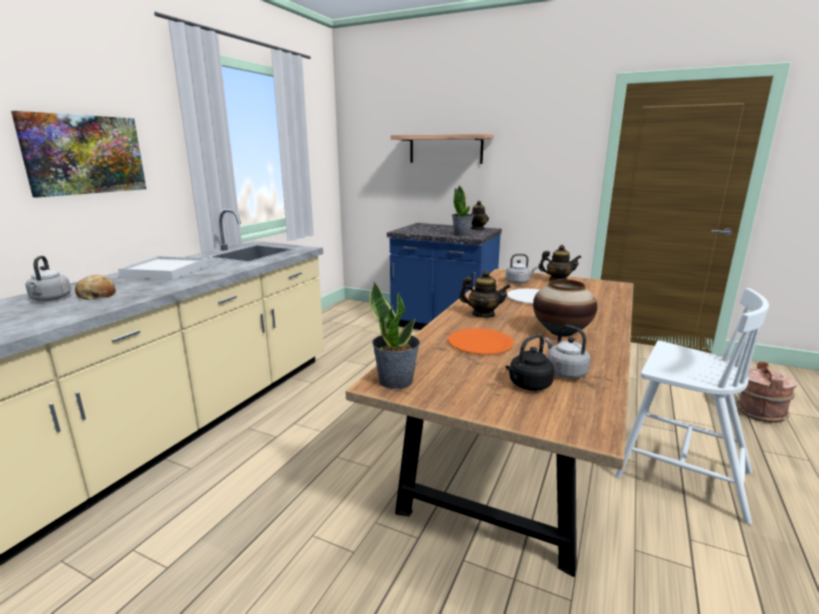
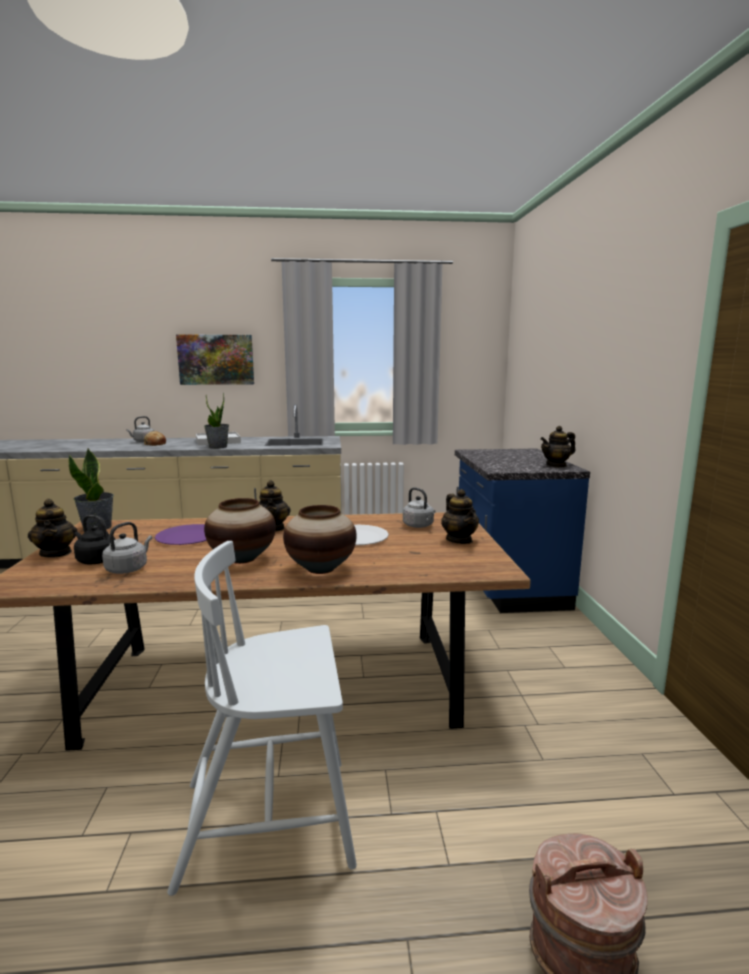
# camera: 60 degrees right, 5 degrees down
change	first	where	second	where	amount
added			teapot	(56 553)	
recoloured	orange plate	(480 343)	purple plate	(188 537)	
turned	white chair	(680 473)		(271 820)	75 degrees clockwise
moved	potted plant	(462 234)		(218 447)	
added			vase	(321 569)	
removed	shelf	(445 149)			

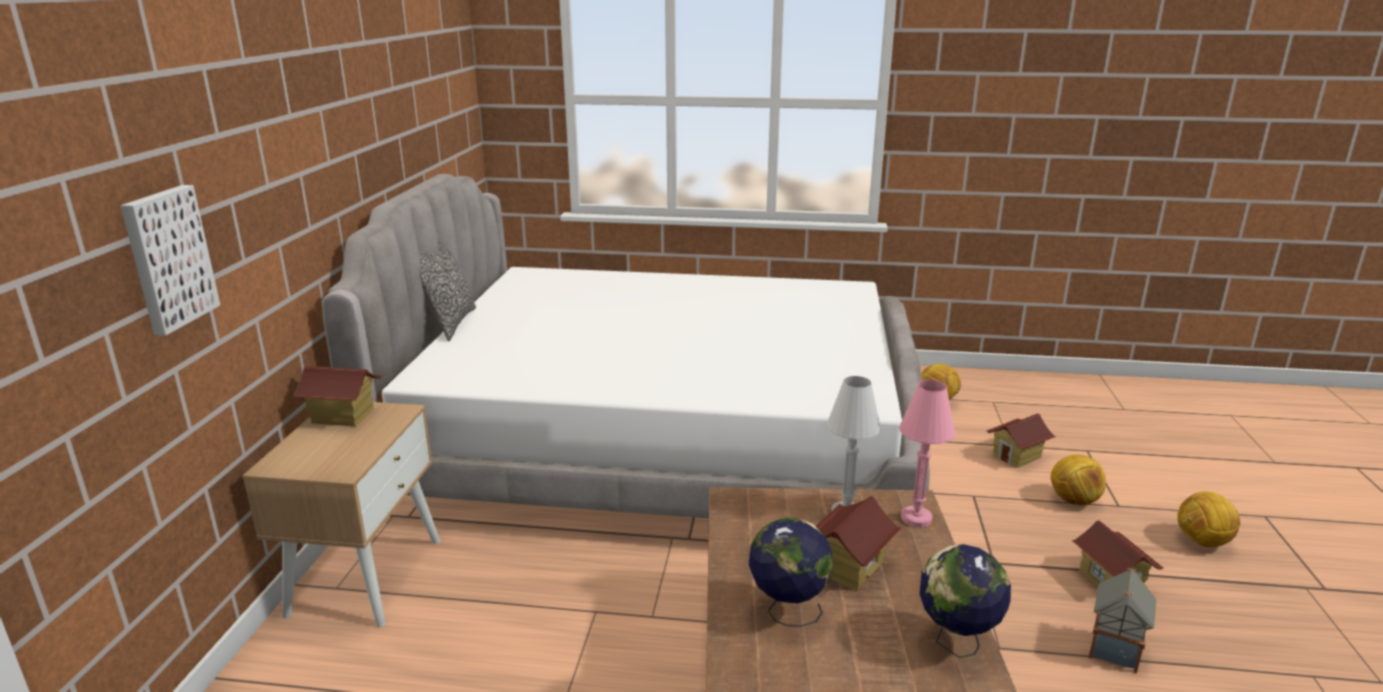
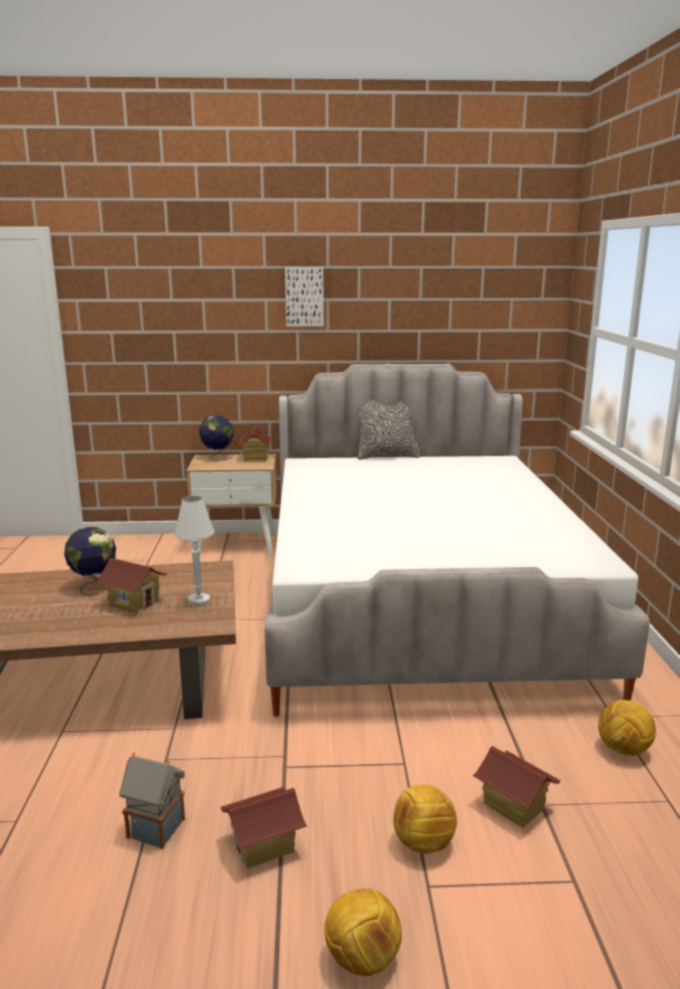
# camera: 80 degrees right, 5 degrees down
change	first	where	second	where	amount
moved	globe	(956 643)		(217 458)	
moved	picture	(167 258)		(304 296)	
removed	pink table lamp	(916 518)			

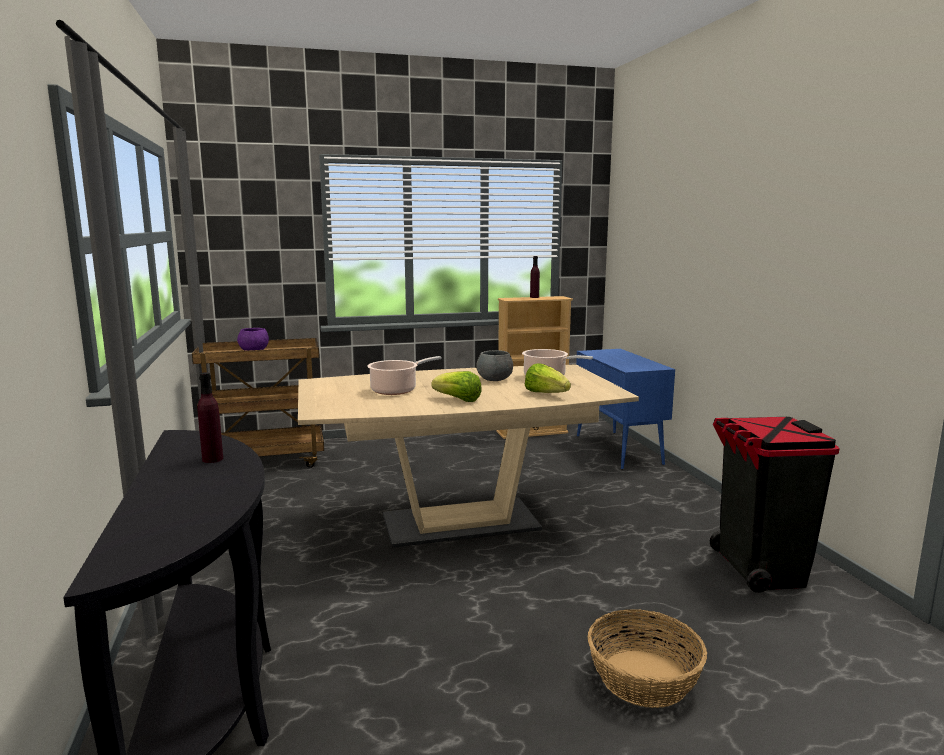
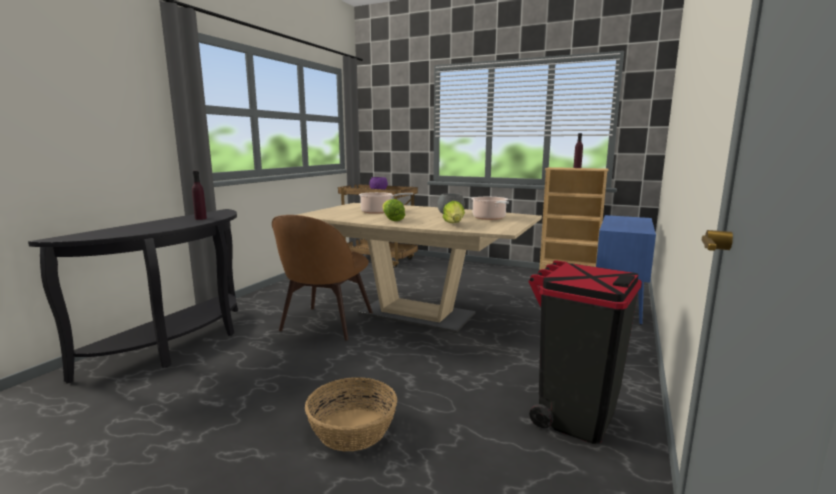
# camera: 40 degrees right, 0 degrees up
change	first	where	second	where	amount
added			brown chair	(325 324)	

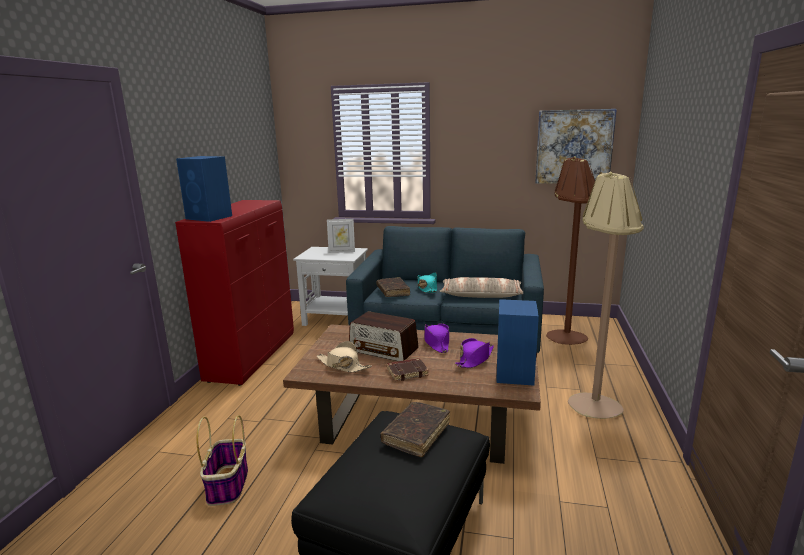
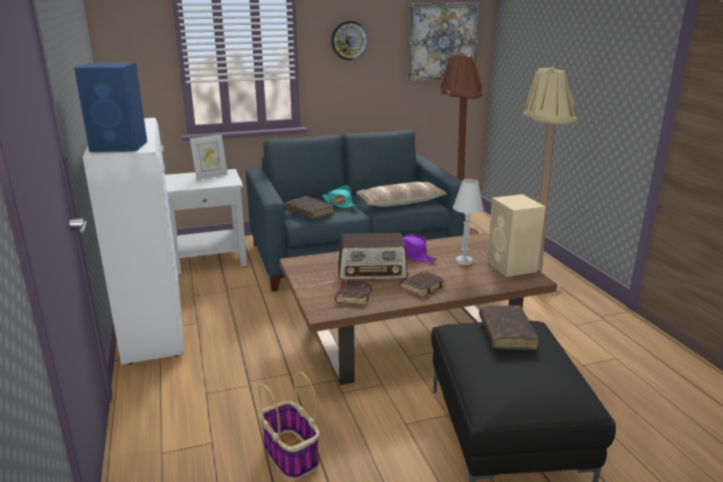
# camera: 30 degrees left, 5 degrees up
change	first	where	second	where	amount
recoloured	red cabinet	(252 357)	white cabinet	(153 322)	
added			wall clock	(349 40)	
replaced	beige hat	(343 365)	brown book	(353 295)	
replaced	purple hat	(475 359)	white table lamp	(464 261)	
recoloured	blue speaker	(514 374)	beige speaker	(511 267)	

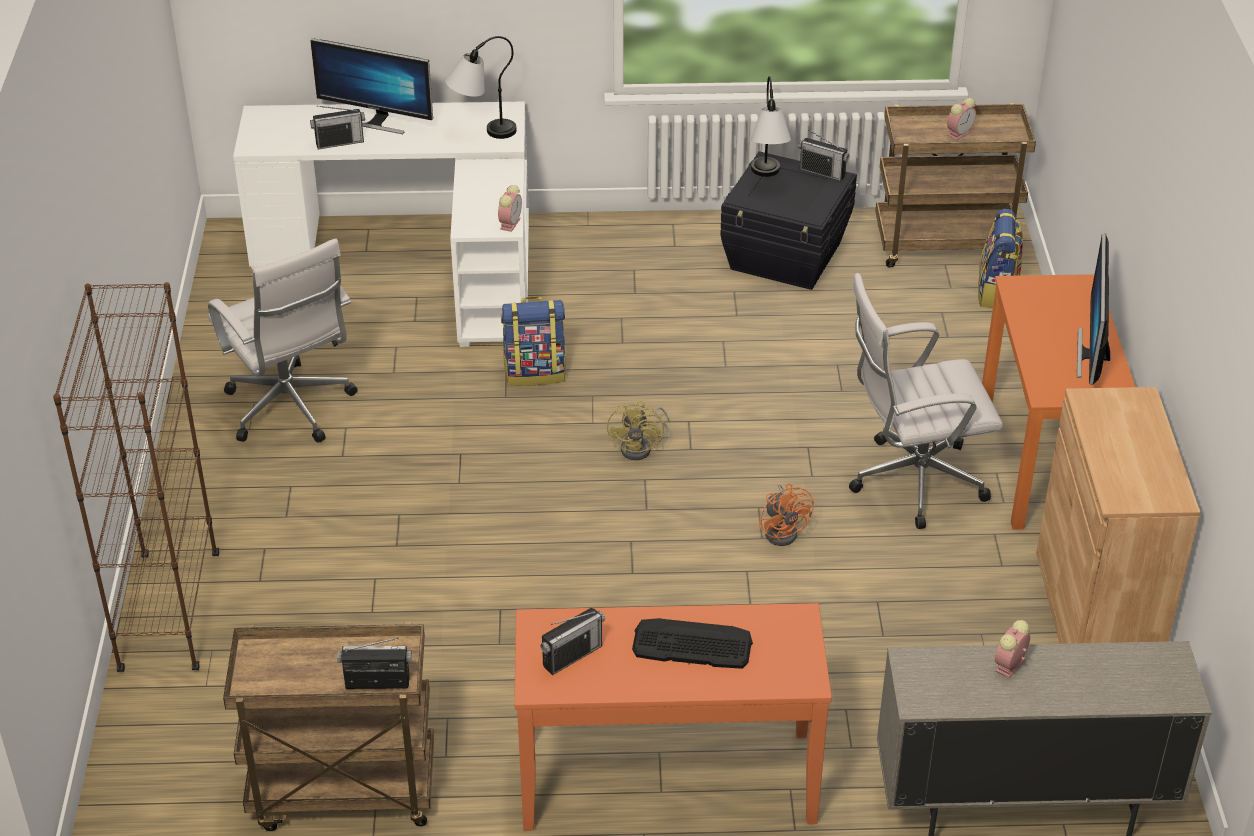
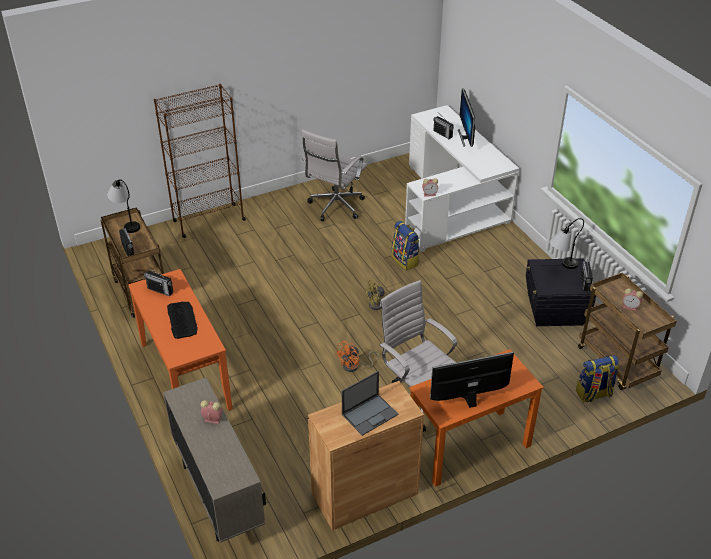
# camera: 65 degrees right, 0 degrees up
change	first	where	second	where	amount
moved	table lamp	(481 133)		(127 222)	
added			laptop	(370 414)	

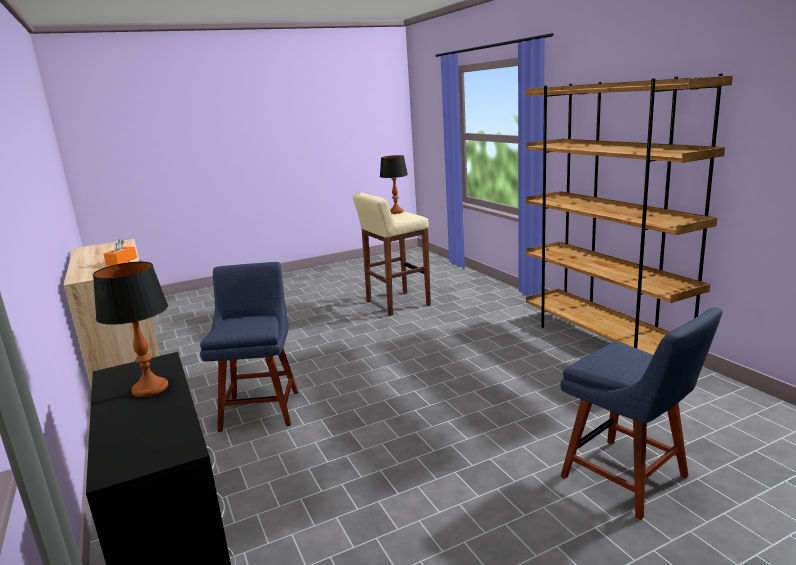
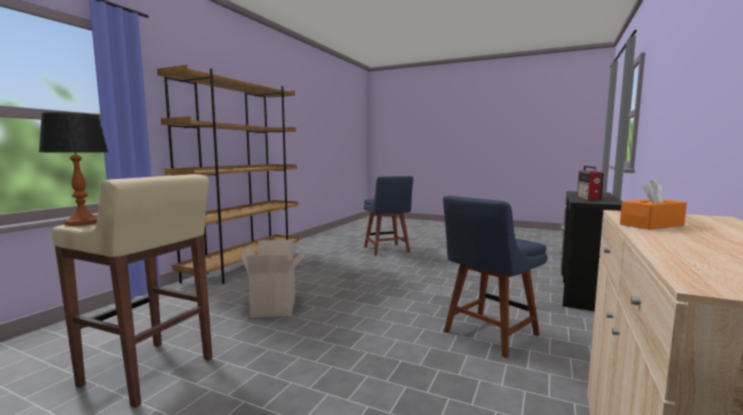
# camera: 130 degrees left, 10 degrees down
change	first	where	second	where	amount
added			cardboard box	(275 307)	
turned	blue chair	(629 479)		(387 250)	150 degrees clockwise
replaced	table lamp	(149 388)	radio	(588 198)	

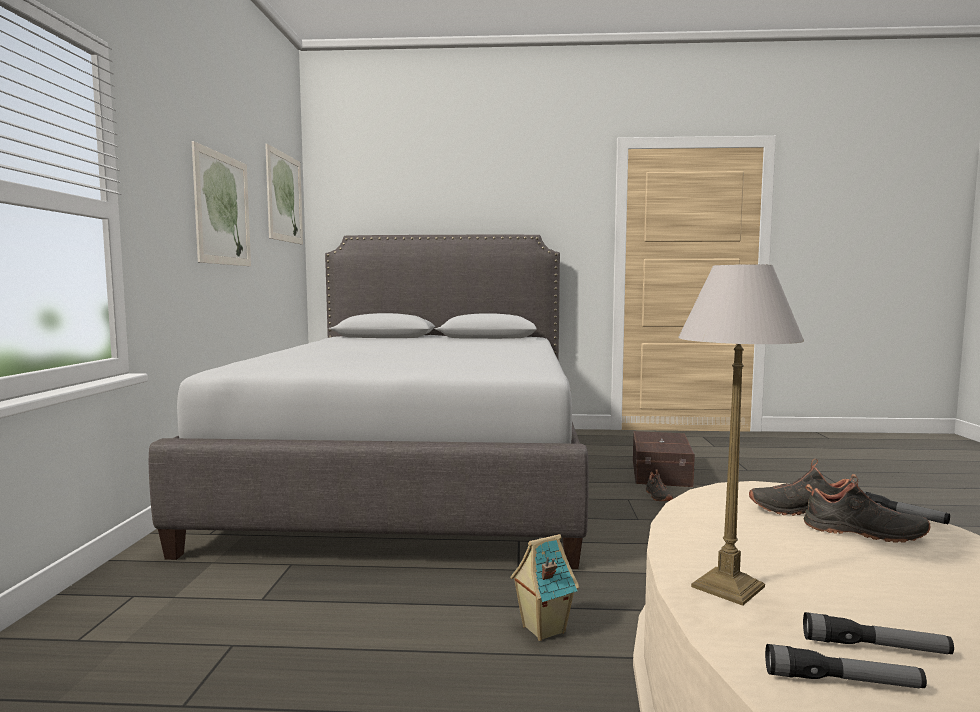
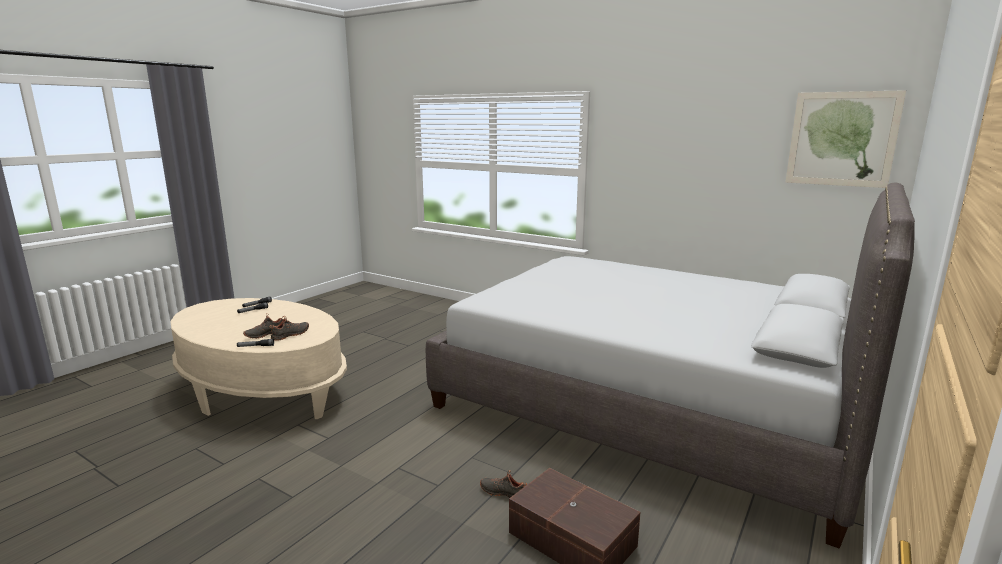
# camera: 120 degrees right, 10 degrees up
change	first	where	second	where	amount
removed	picture	(222 209)			
removed	toy house	(542 629)			
removed	table lamp	(727 586)			

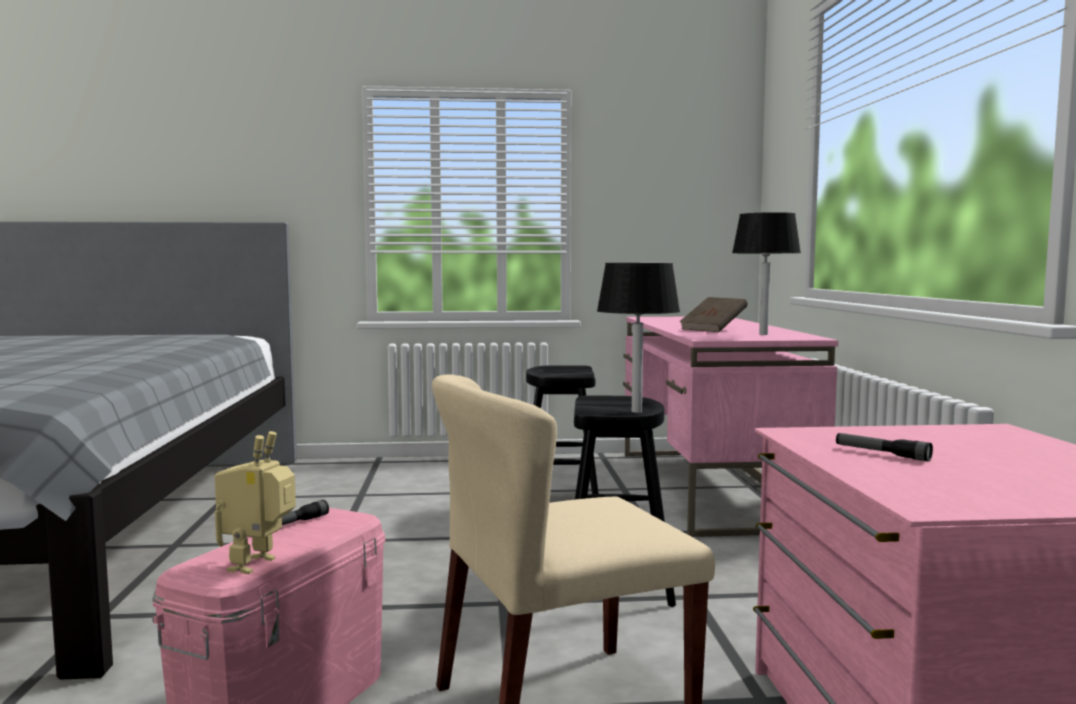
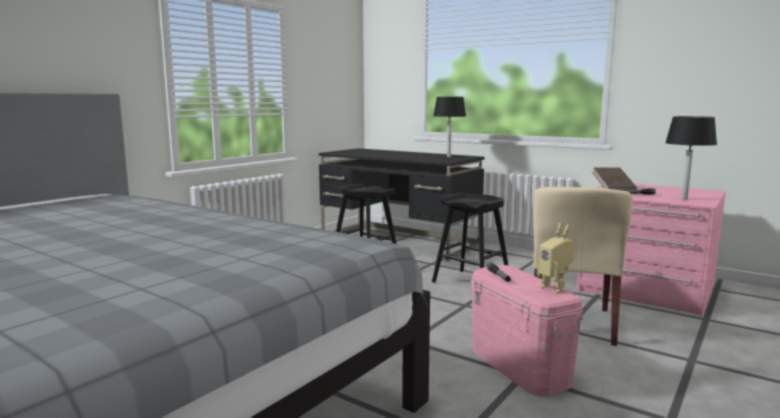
# camera: 50 degrees left, 5 degrees up
change	first	where	second	where	amount
recoloured	pink desk	(709 488)	black desk	(399 241)	
moved	brown book	(713 329)		(613 189)	
moved	black table lamp	(636 411)		(684 199)	

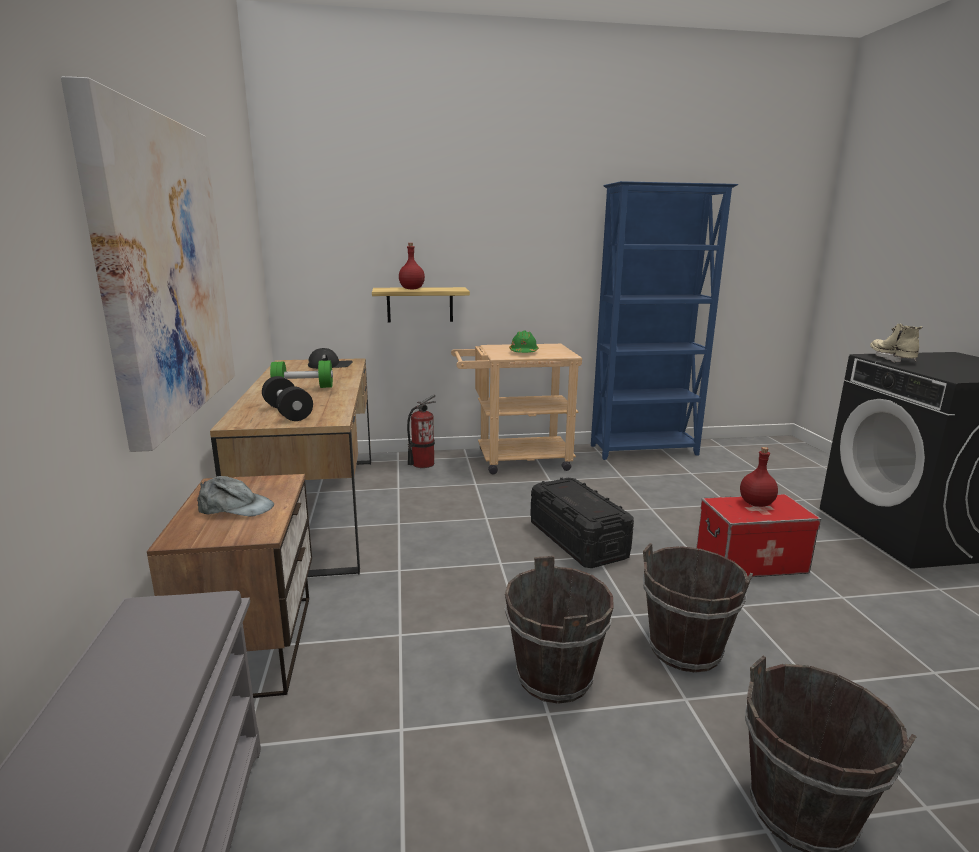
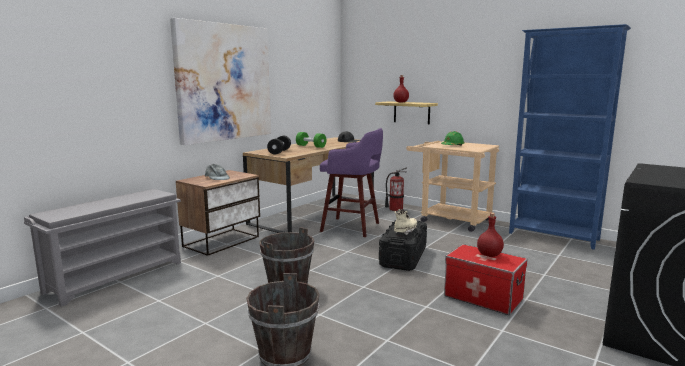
# camera: 45 degrees right, 5 degrees down
change	first	where	second	where	amount
added			purple stool	(352 227)	
moved	beige boot	(891 359)		(405 231)	
removed	brown bucket	(685 649)			

